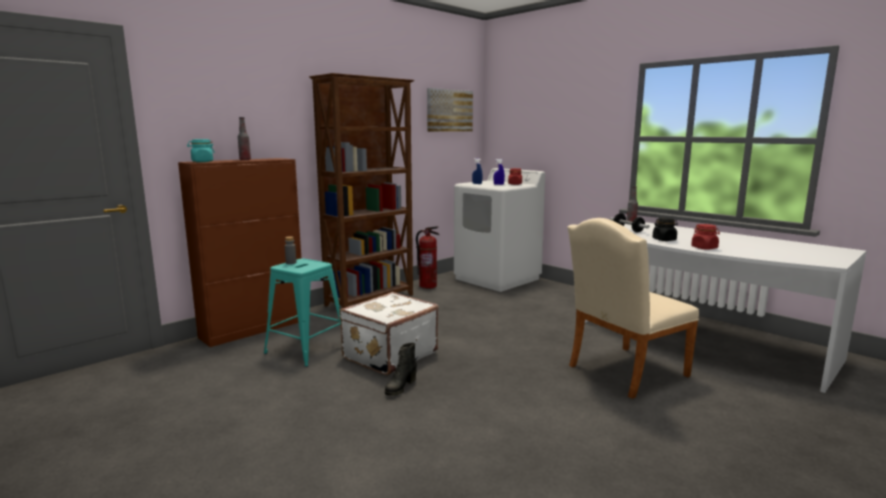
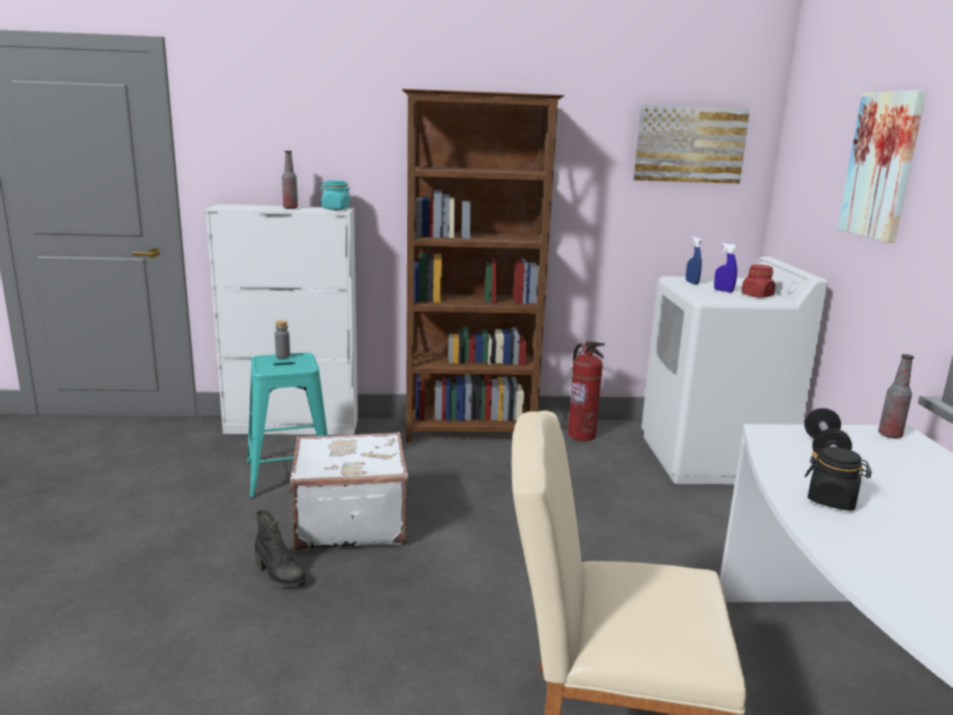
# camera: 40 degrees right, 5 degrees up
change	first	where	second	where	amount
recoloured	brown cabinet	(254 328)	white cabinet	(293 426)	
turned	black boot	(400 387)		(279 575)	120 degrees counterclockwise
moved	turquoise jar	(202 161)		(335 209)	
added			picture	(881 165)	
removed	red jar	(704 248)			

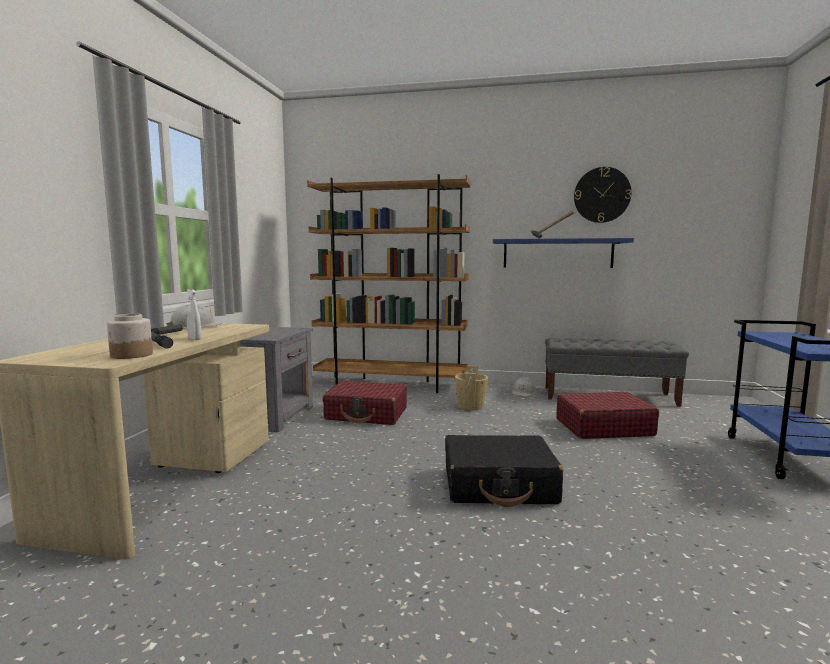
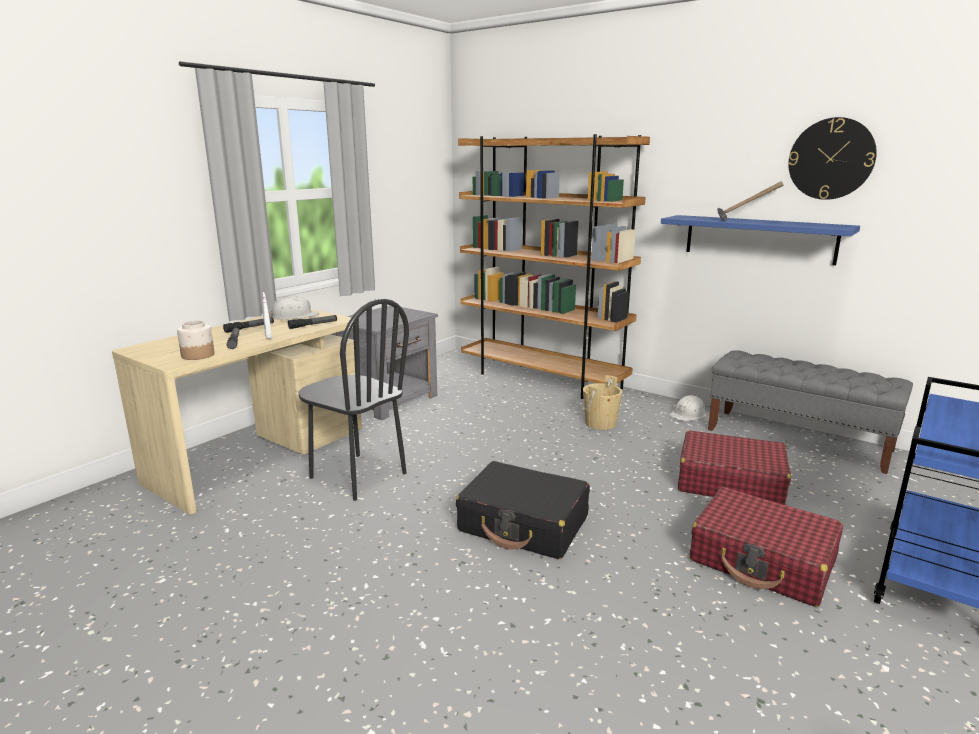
# camera: 25 degrees right, 10 degrees up
change	first	where	second	where	amount
added			flashlight	(313 325)	
added			black chair	(357 476)	
moved	red suitcase	(366 414)		(762 561)	

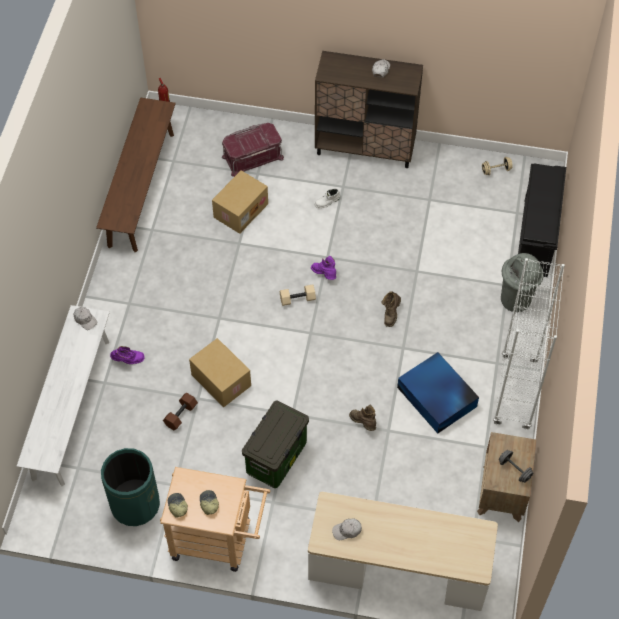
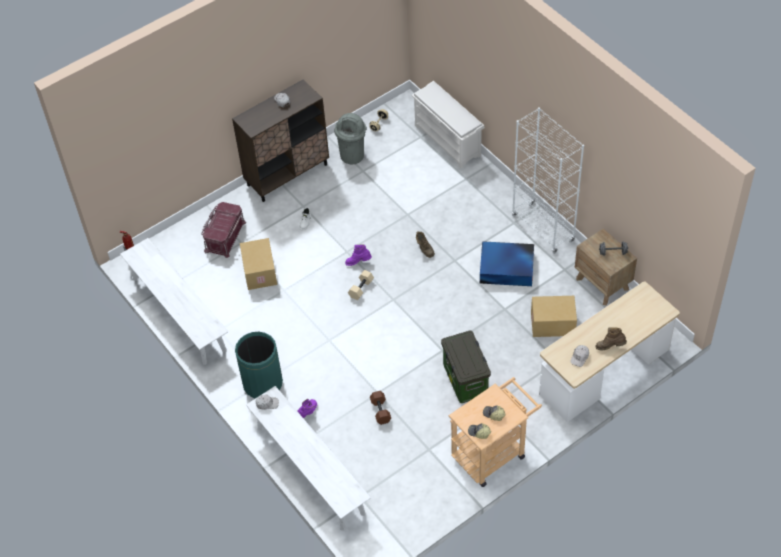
# camera: 45 degrees left, 5 degrees down
change	first	where	second	where	amount
recoloured	brown bench	(141 189)	white bench	(178 314)	
moved	green trash can	(135 504)		(262 383)	
moved	grey trash can	(516 300)		(352 156)	
recoloured	black shoe rack	(536 238)	white shoe rack	(448 141)	
moved	cardboard box	(220 380)		(552 324)	
moved	brown boot	(363 423)		(610 346)	

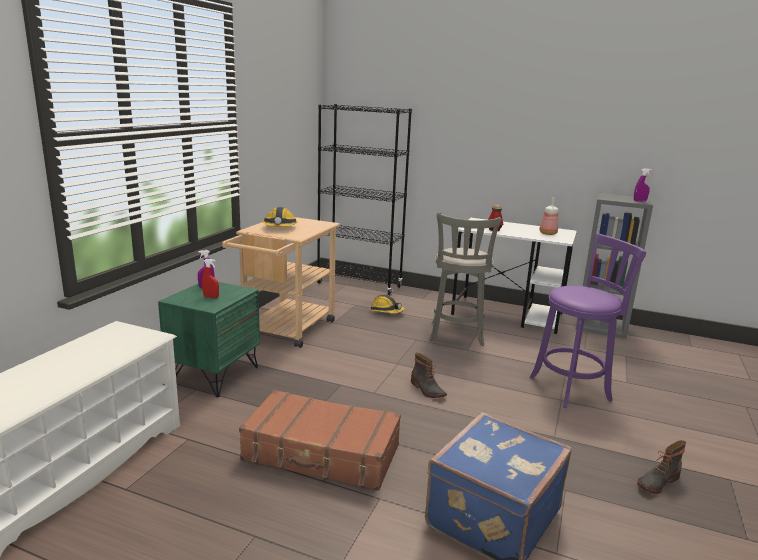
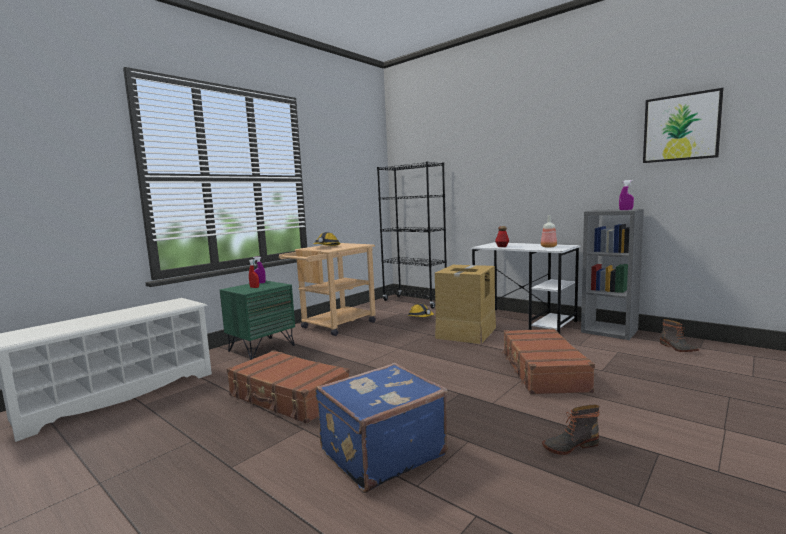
# camera: 20 degrees right, 10 degrees down
change	first	where	second	where	amount
replaced	grey stool	(457 335)	cardboard box	(466 332)	
replaced	purple stool	(573 388)	brown suitcase	(542 371)	
added			picture	(681 127)	
moved	boot	(427 390)		(677 348)	

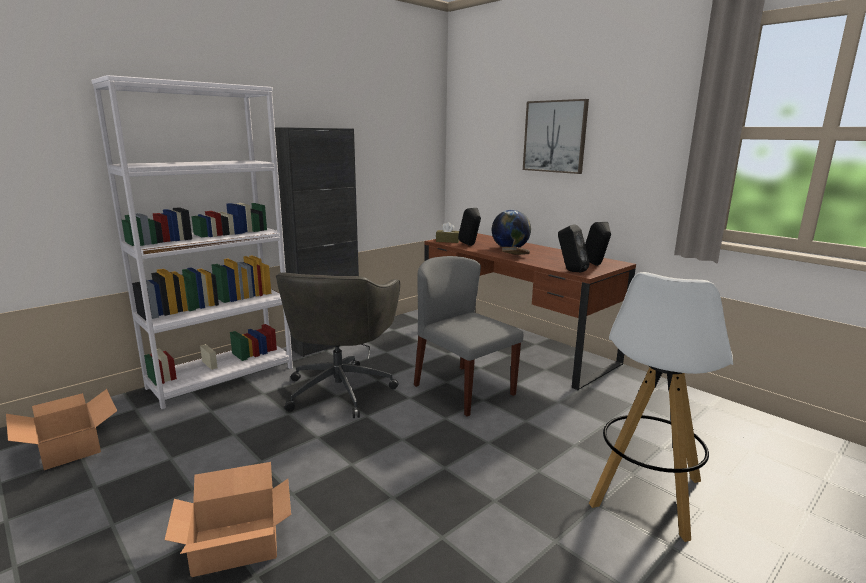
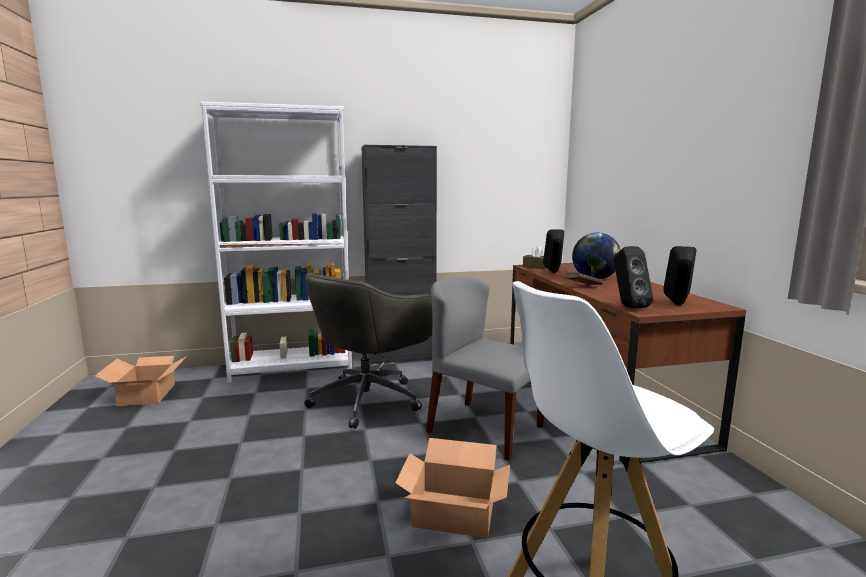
# camera: 30 degrees right, 5 degrees down
change	first	where	second	where	amount
moved	cardboard box	(235 544)		(453 512)	
turned	grey chair	(463 389)		(484 428)	45 degrees counterclockwise
removed	picture	(555 136)			

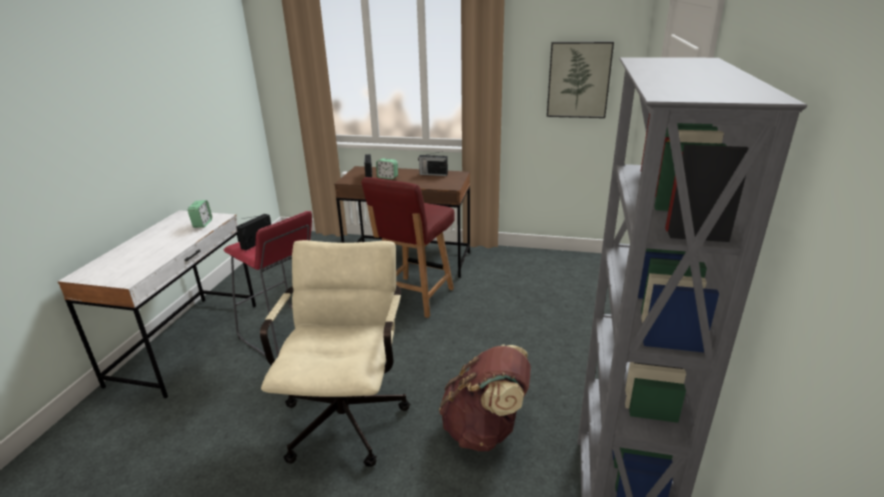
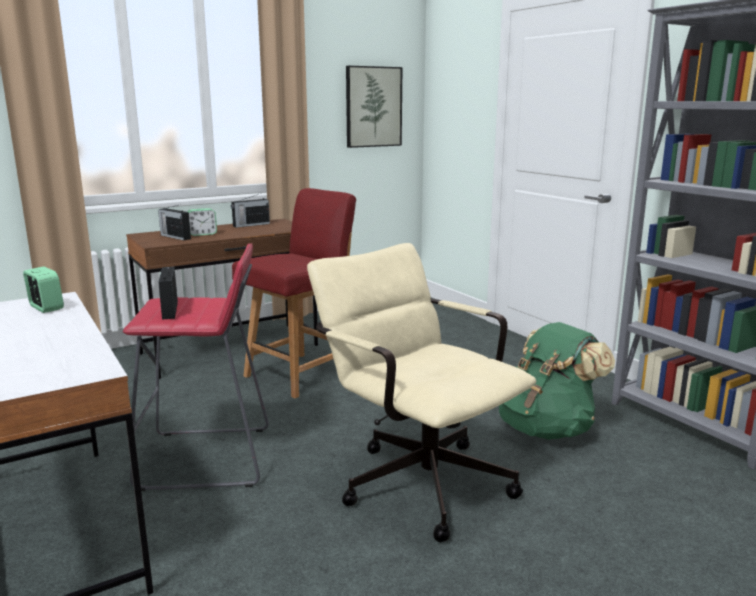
# camera: 45 degrees left, 10 degrees down
change	first	where	second	where	amount
turned	red chair	(414 297)		(300 374)	120 degrees counterclockwise
recoloured	brown backpack	(485 429)	green backpack	(547 428)	

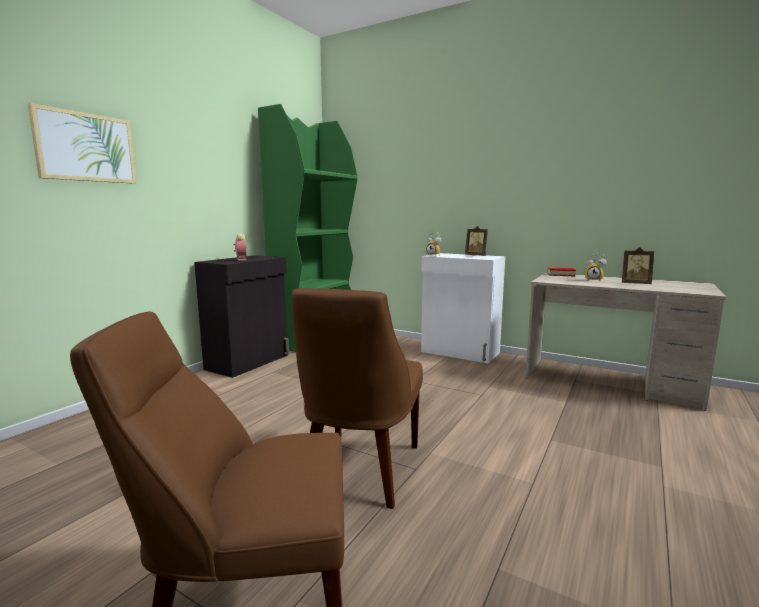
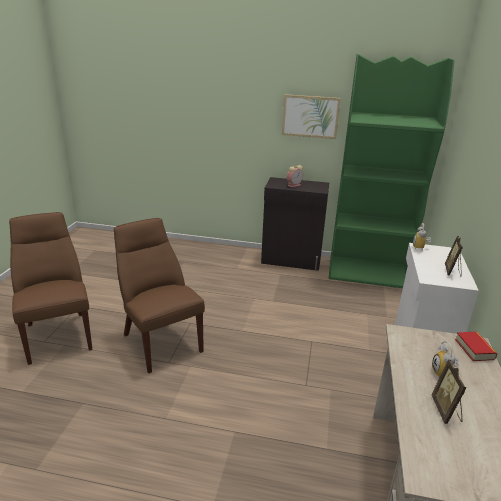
# camera: 70 degrees right, 15 degrees up
change	first	where	second	where	amount
turned	brown chair	(360 471)		(160 341)	60 degrees clockwise
moved	picture	(86 147)		(310 116)	

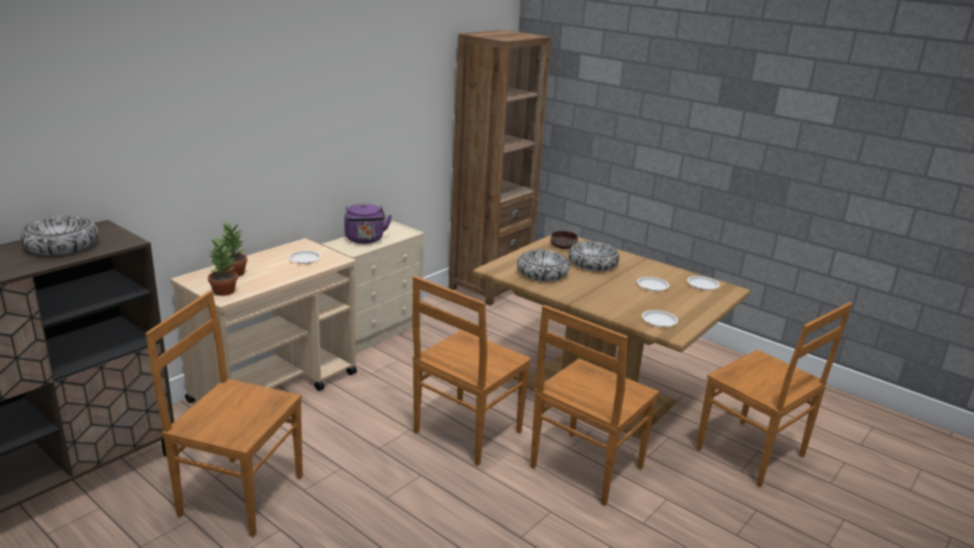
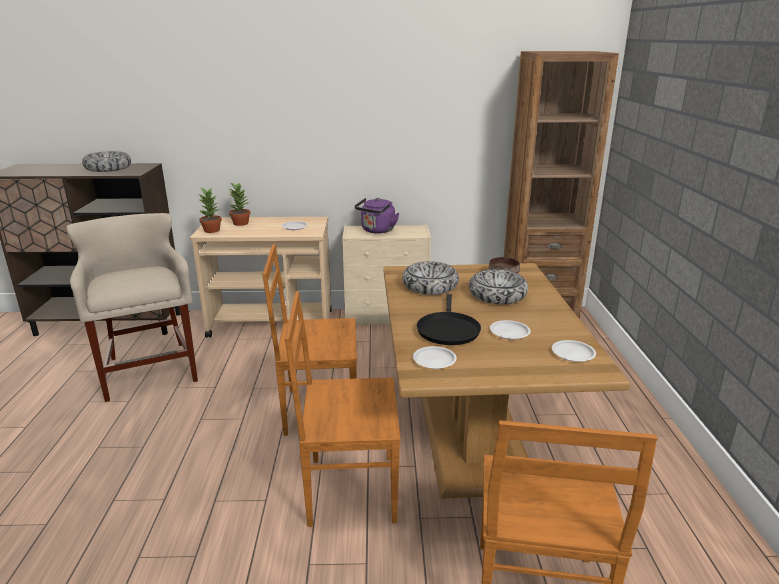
# camera: 50 degrees right, 0 degrees up
change	first	where	second	where	amount
replaced	brown chair	(239 494)	beige stool	(150 371)	
added			black frying pan	(447 330)	

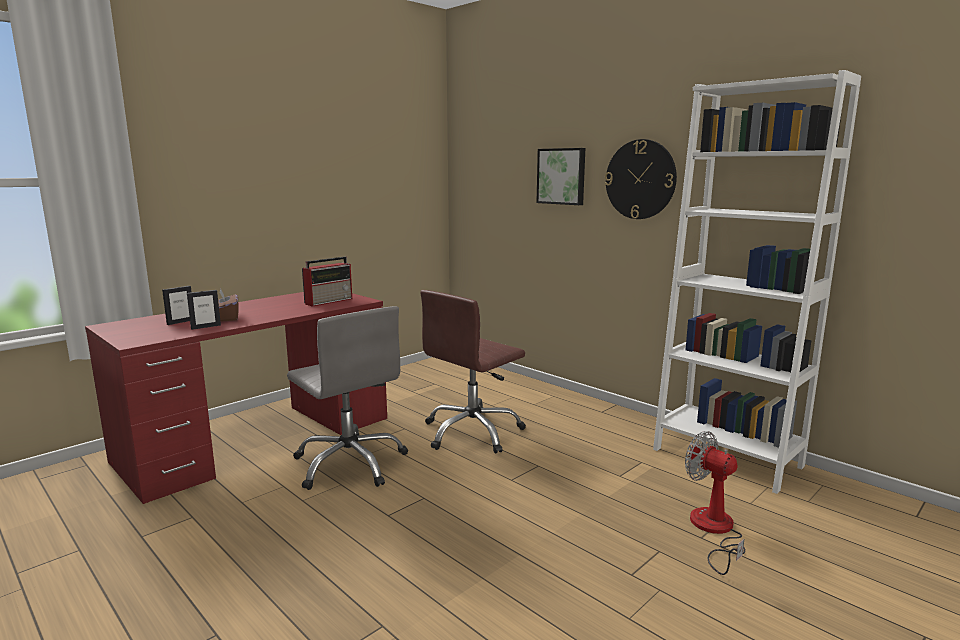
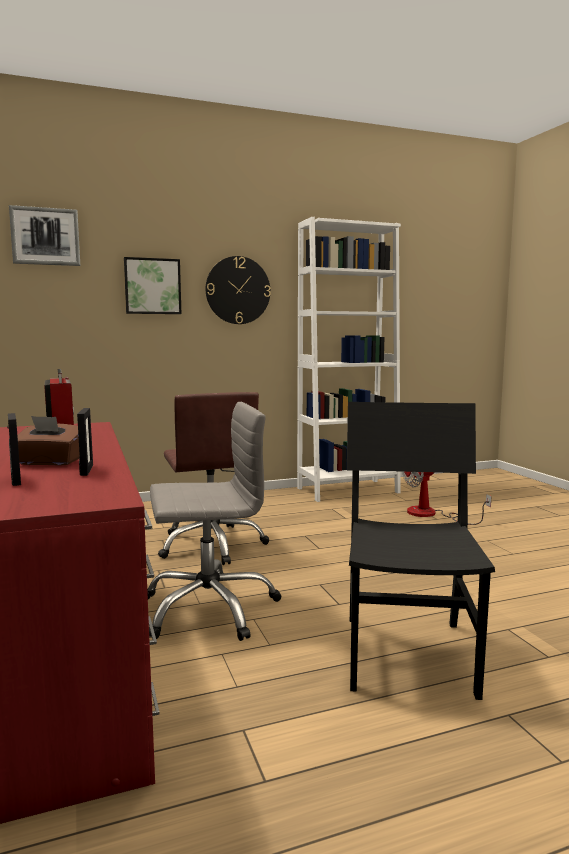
# camera: 65 degrees left, 5 degrees down
change	first	where	second	where	amount
added			picture	(45 236)	
added			black chair	(408 654)	

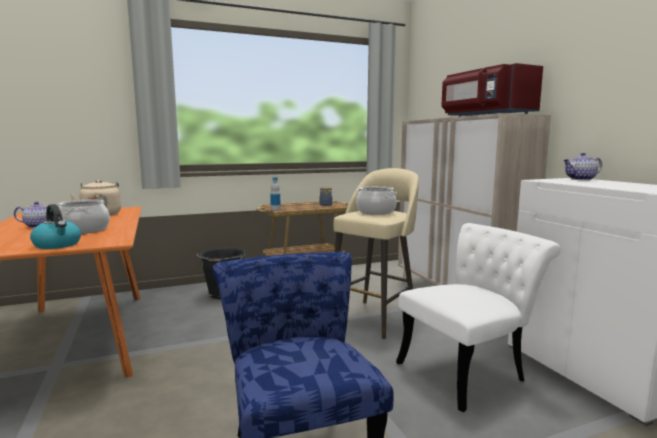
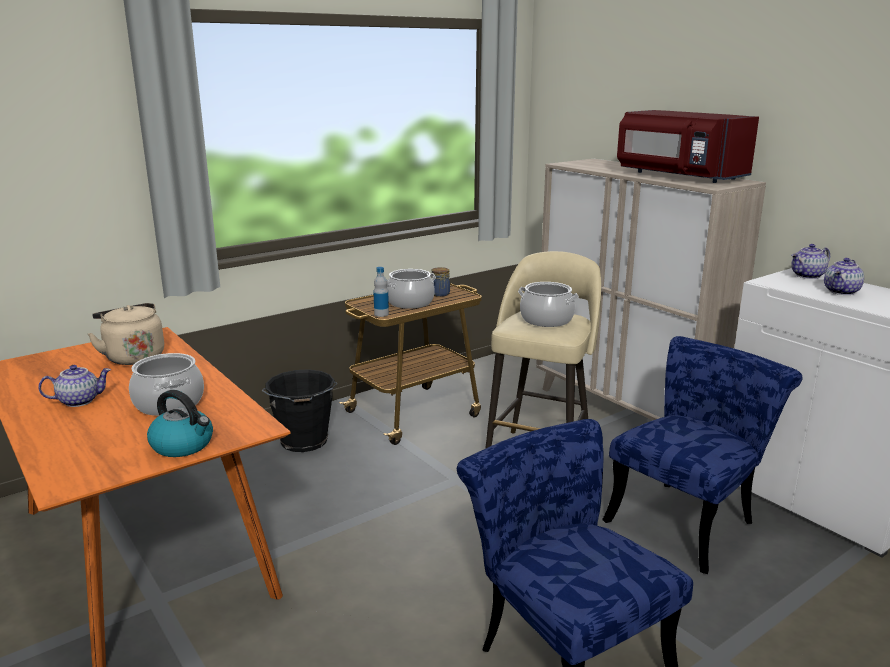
# camera: 15 degrees left, 10 degrees up
change	first	where	second	where	amount
added			cooking pot	(410 303)	
recoloured	white chair	(469 371)	blue chair	(688 519)	
added			teapot	(842 292)	

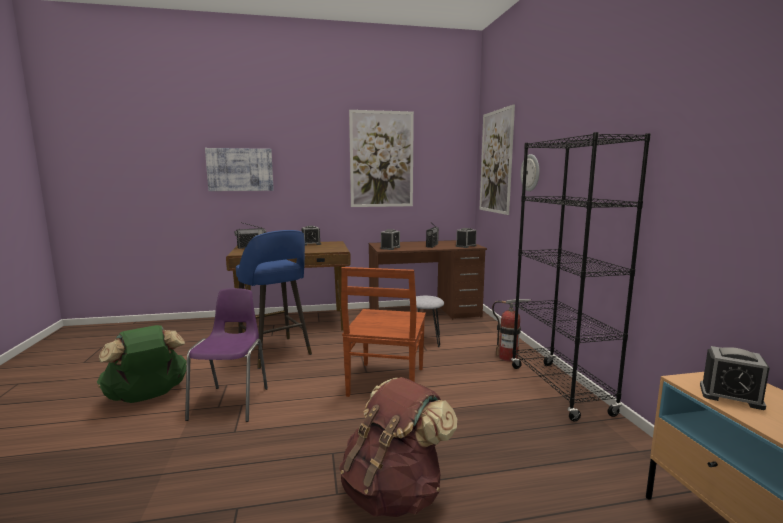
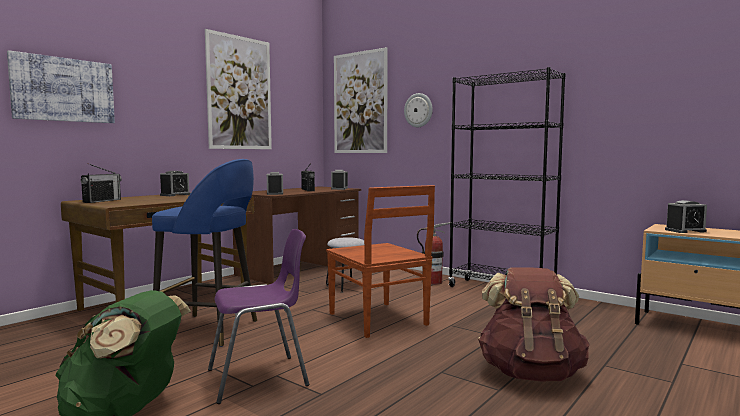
# camera: 40 degrees left, 5 degrees down
change	first	where	second	where	amount
turned	purple chair	(231 402)		(260 378)	105 degrees clockwise

